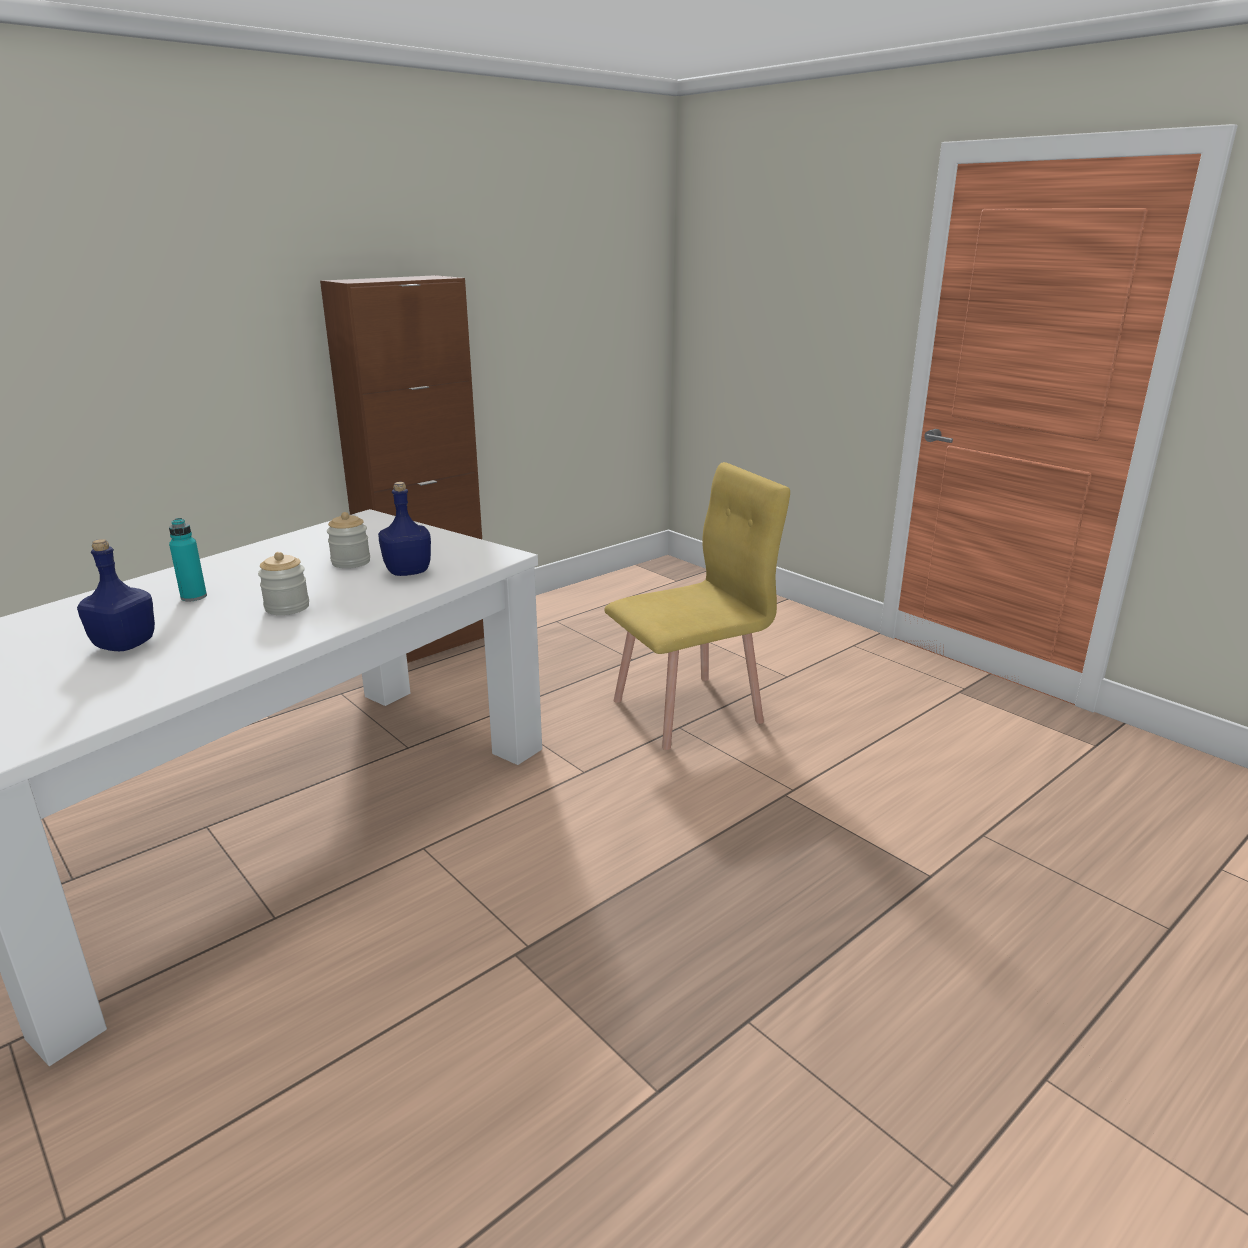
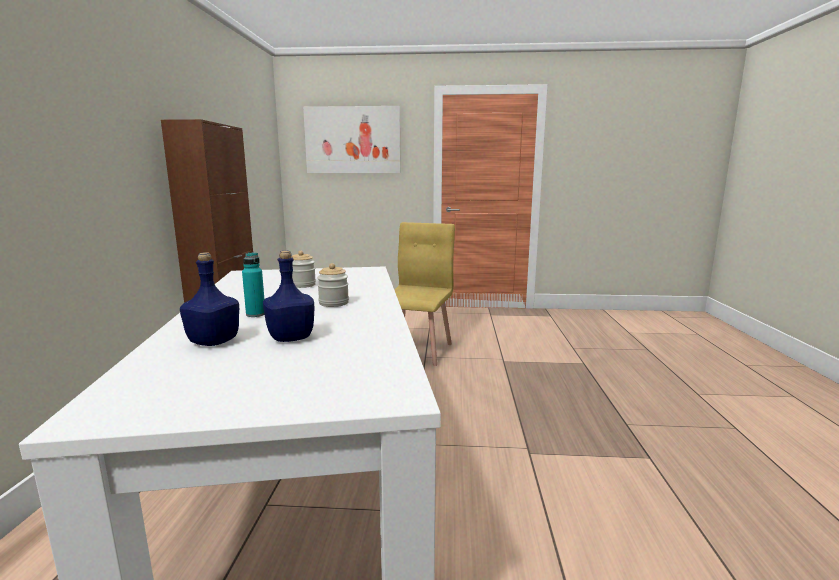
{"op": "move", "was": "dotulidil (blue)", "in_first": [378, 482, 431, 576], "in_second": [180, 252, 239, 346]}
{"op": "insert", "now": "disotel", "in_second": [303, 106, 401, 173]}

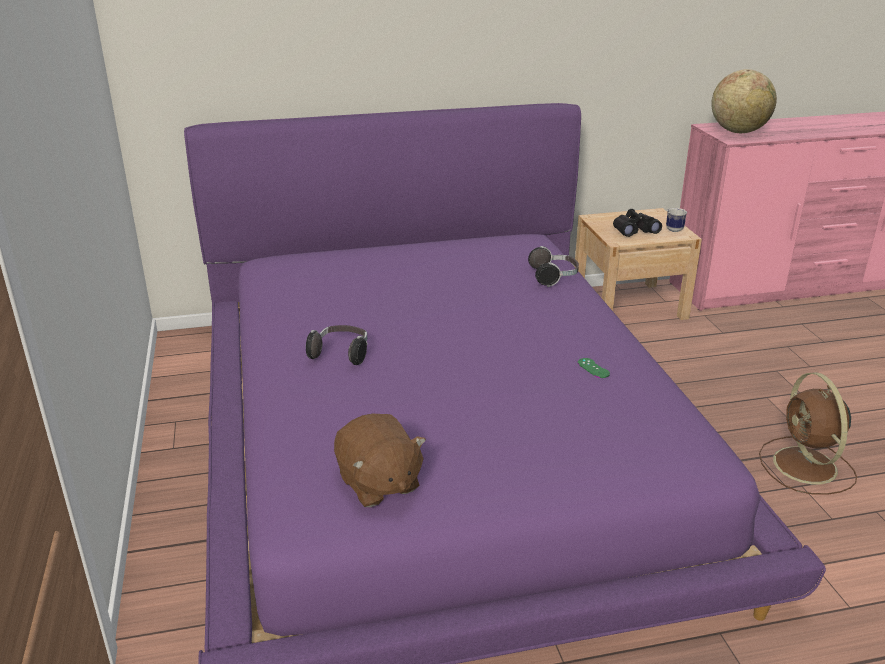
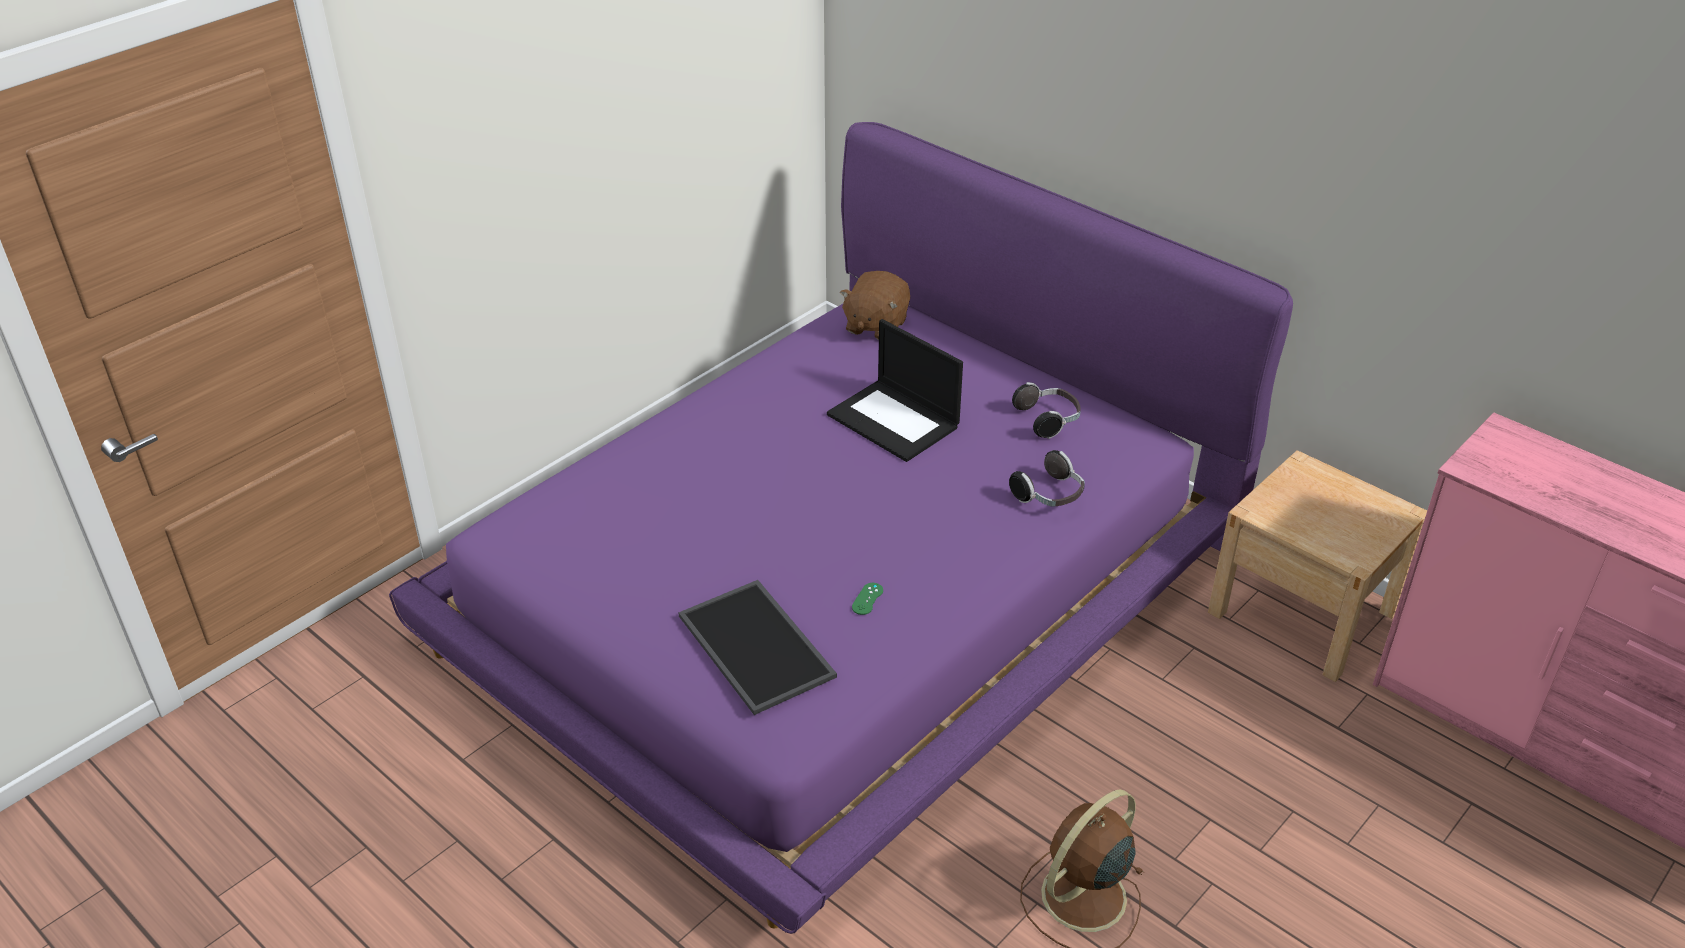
{"op": "insert", "now": "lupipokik", "in_second": [679, 580, 837, 715]}
{"op": "insert", "now": "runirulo", "in_second": [827, 319, 963, 462]}
{"op": "move", "was": "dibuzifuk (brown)", "in_first": [334, 414, 426, 507], "in_second": [840, 271, 910, 340]}
{"op": "move", "was": "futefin", "in_first": [306, 325, 368, 365], "in_second": [1012, 382, 1081, 439]}
{"op": "delete", "was": "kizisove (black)", "in_first": [613, 209, 662, 237]}
{"op": "delete", "was": "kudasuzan", "in_first": [666, 208, 687, 232]}
{"op": "delete", "was": "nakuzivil", "in_first": [711, 69, 777, 133]}

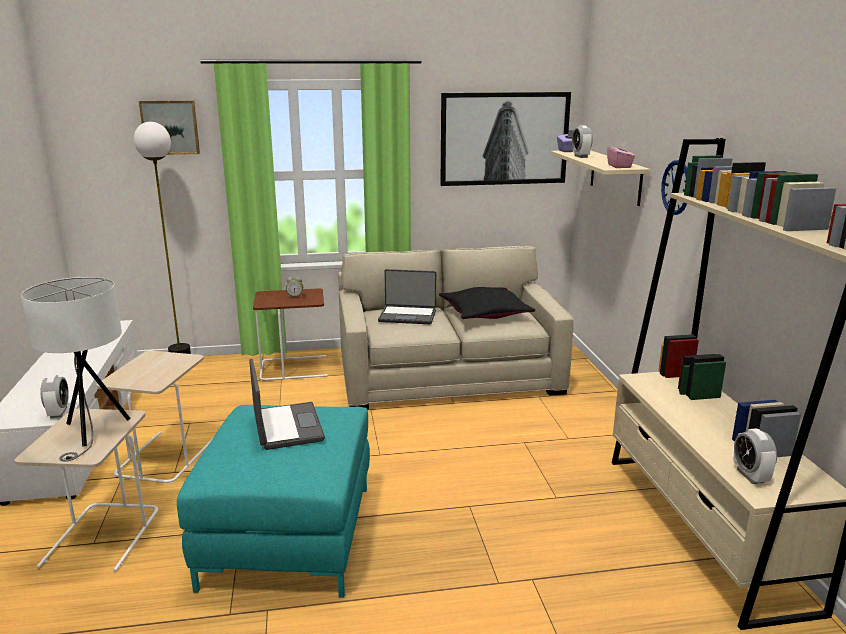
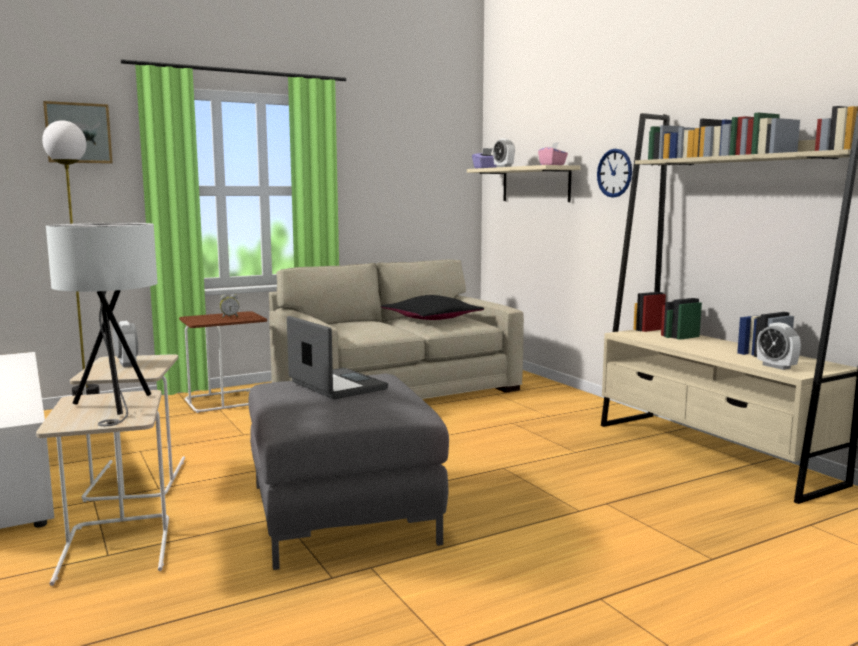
{"op": "move", "was": "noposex", "in_first": [40, 375, 69, 418], "in_second": [113, 321, 138, 367]}
{"op": "recolor", "was": "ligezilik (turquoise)", "now": "ligezilik (grey)", "in_first": [177, 405, 370, 598], "in_second": [248, 374, 449, 570]}
{"op": "delete", "was": "runirulo", "in_first": [378, 269, 436, 324]}
{"op": "delete", "was": "disotel", "in_first": [440, 92, 571, 186]}

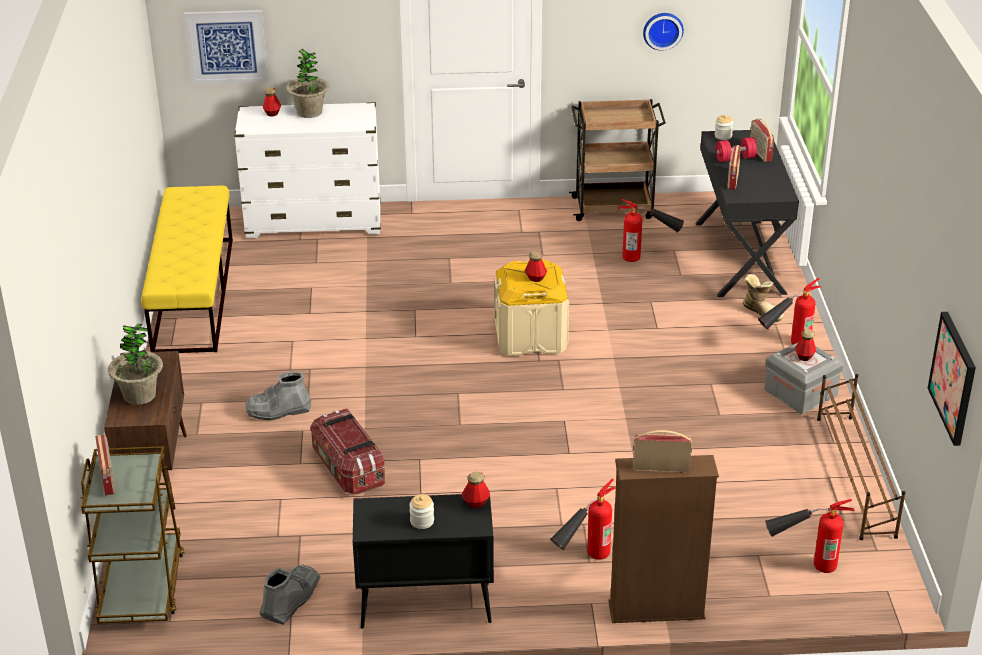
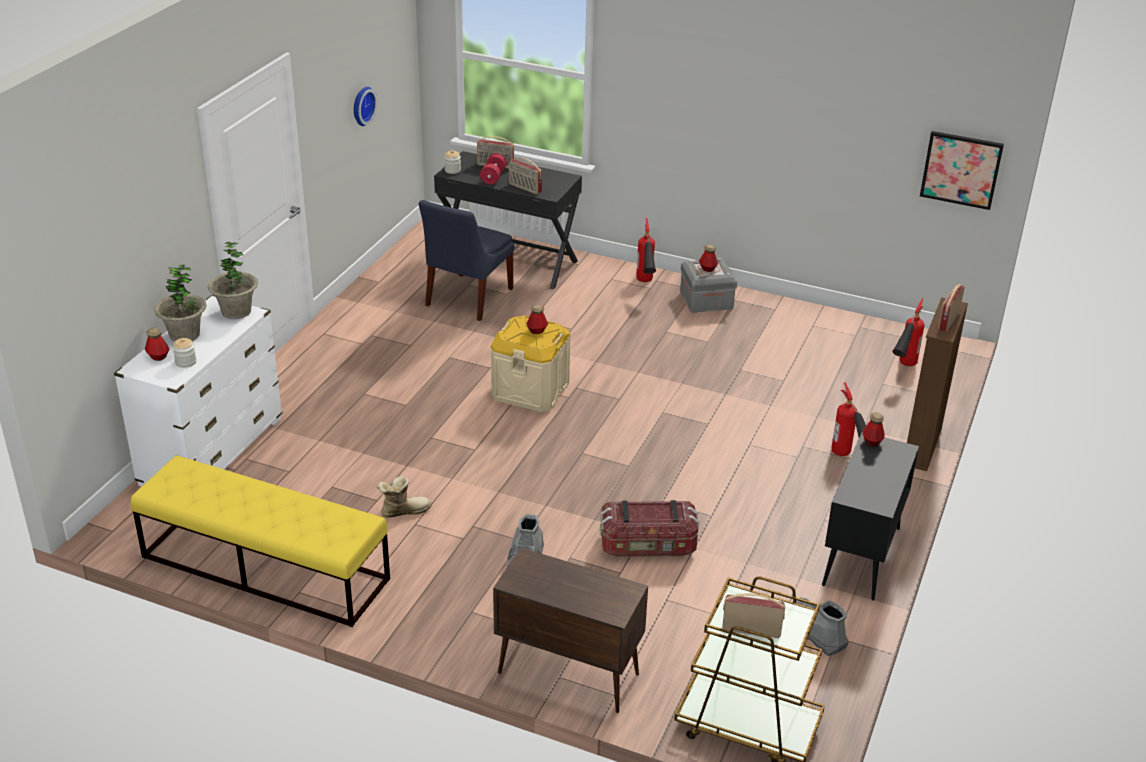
{"op": "move", "was": "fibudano", "in_first": [409, 494, 434, 529], "in_second": [173, 338, 196, 368]}
{"op": "move", "was": "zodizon", "in_first": [108, 324, 163, 405], "in_second": [208, 242, 258, 319]}
{"op": "move", "was": "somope", "in_first": [743, 274, 784, 322], "in_second": [377, 476, 432, 518]}
{"op": "replace", "was": "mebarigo", "now": "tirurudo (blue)", "in_first": [618, 199, 684, 262], "in_second": [418, 200, 514, 321]}
{"op": "delete", "was": "disotel", "in_first": [184, 10, 268, 84]}
{"op": "delete", "was": "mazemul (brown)", "in_first": [569, 99, 666, 221]}
{"op": "delete", "was": "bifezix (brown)", "in_first": [817, 374, 906, 540]}

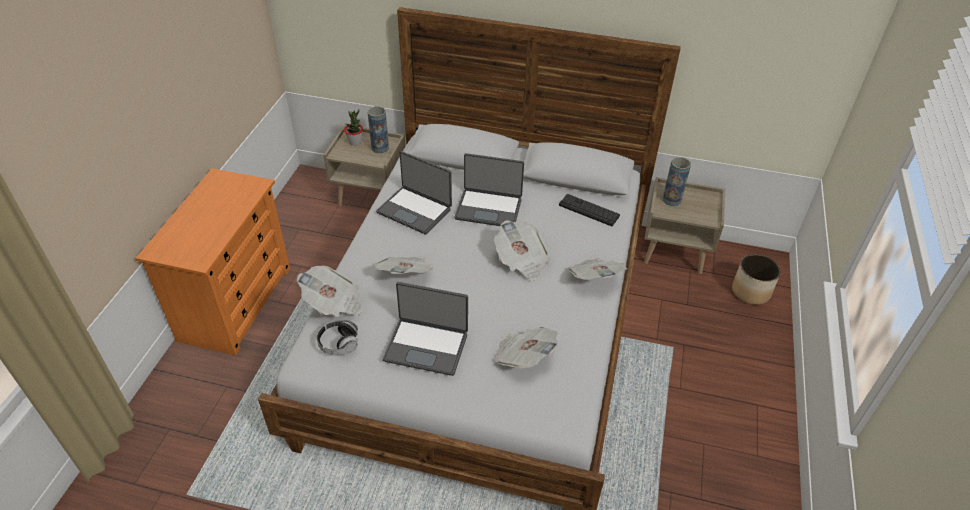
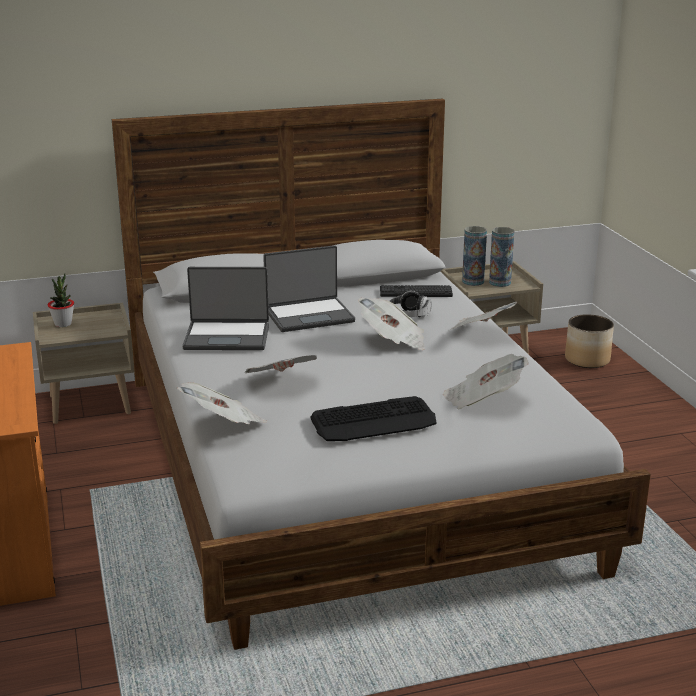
{"op": "replace", "was": "runirulo", "now": "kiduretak", "in_first": [383, 282, 468, 376], "in_second": [310, 396, 437, 441]}
{"op": "move", "was": "futefin", "in_first": [317, 320, 358, 355], "in_second": [389, 291, 432, 317]}
{"op": "move", "was": "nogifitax", "in_first": [368, 106, 389, 153], "in_second": [489, 227, 515, 287]}

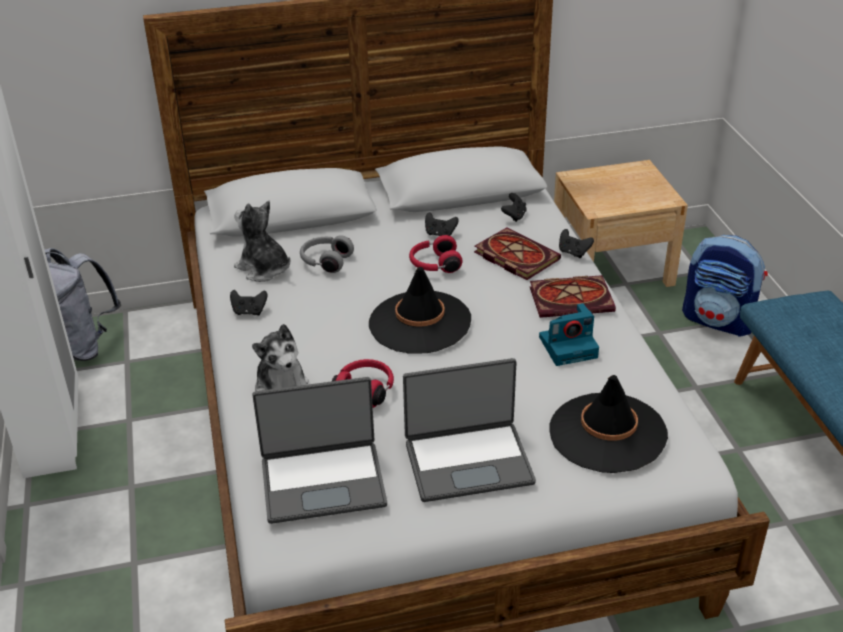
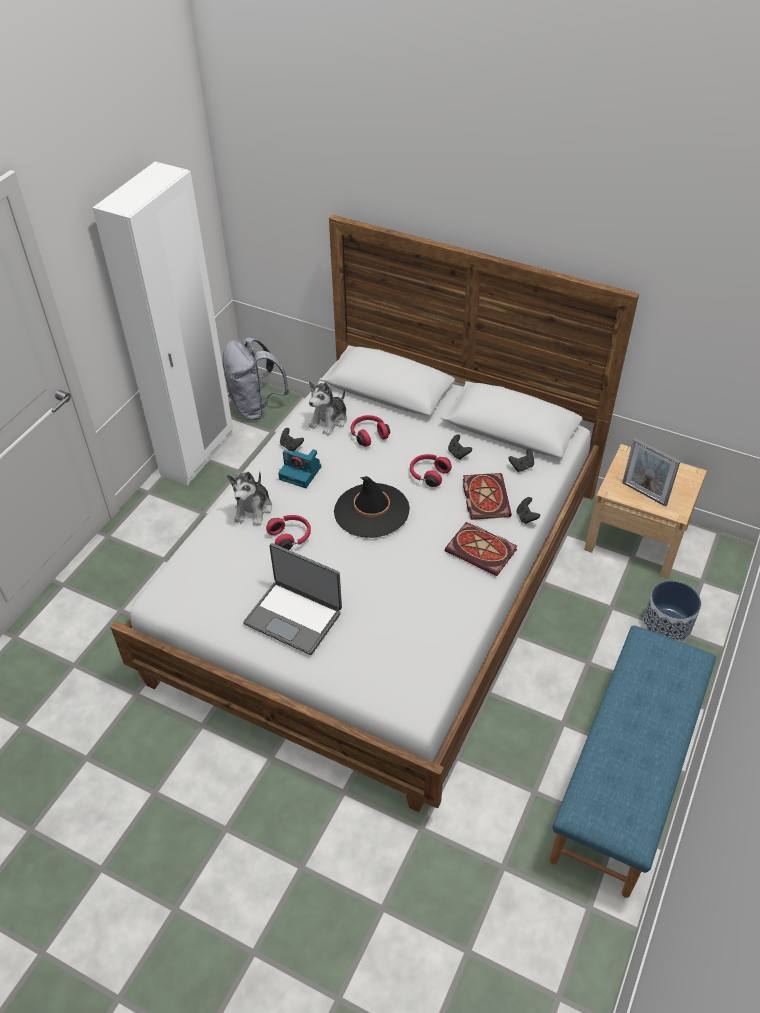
{"op": "move", "was": "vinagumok", "in_first": [539, 303, 599, 366], "in_second": [278, 449, 321, 488]}
{"op": "rotate", "was": "dibuzifuk", "in_first": [234, 201, 290, 282], "in_second": [309, 381, 347, 435], "clockwise": -135}
{"op": "recolor", "was": "futefin (grey)", "now": "futefin (red)", "in_first": [300, 235, 354, 273], "in_second": [351, 415, 390, 447]}
{"op": "insert", "now": "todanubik", "in_second": [622, 438, 680, 507]}
{"op": "replace", "was": "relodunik", "now": "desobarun", "in_first": [682, 235, 768, 337], "in_second": [643, 580, 701, 642]}
{"op": "delete", "was": "runirulo", "in_first": [252, 377, 387, 524]}
{"op": "delete", "was": "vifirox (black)", "in_first": [549, 375, 668, 473]}

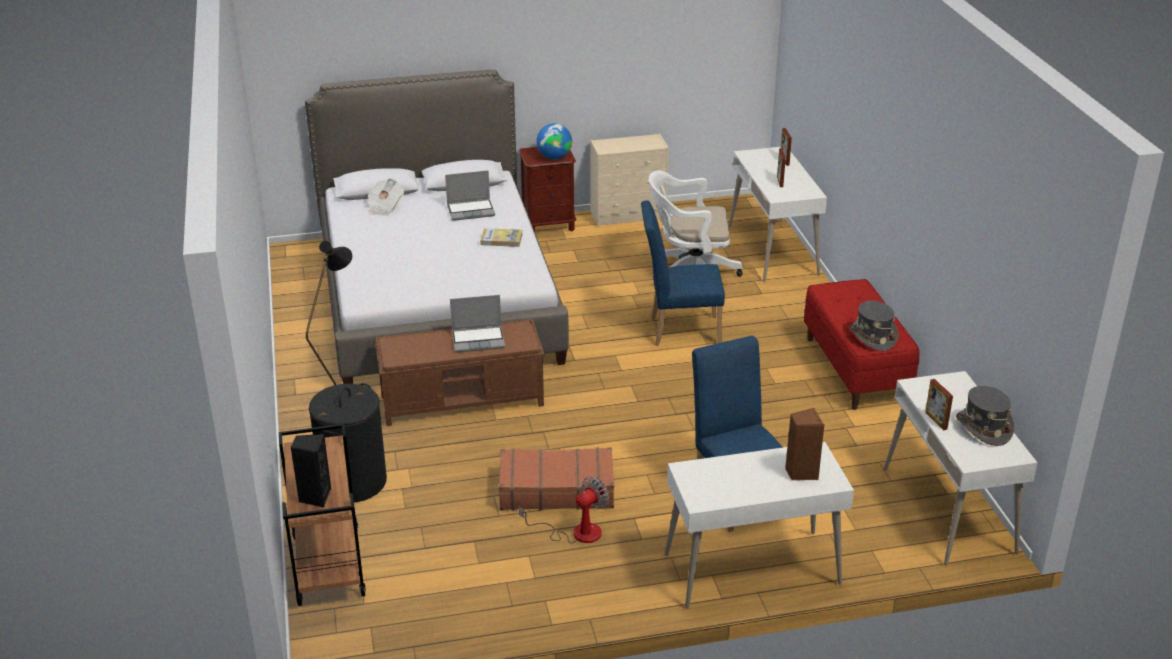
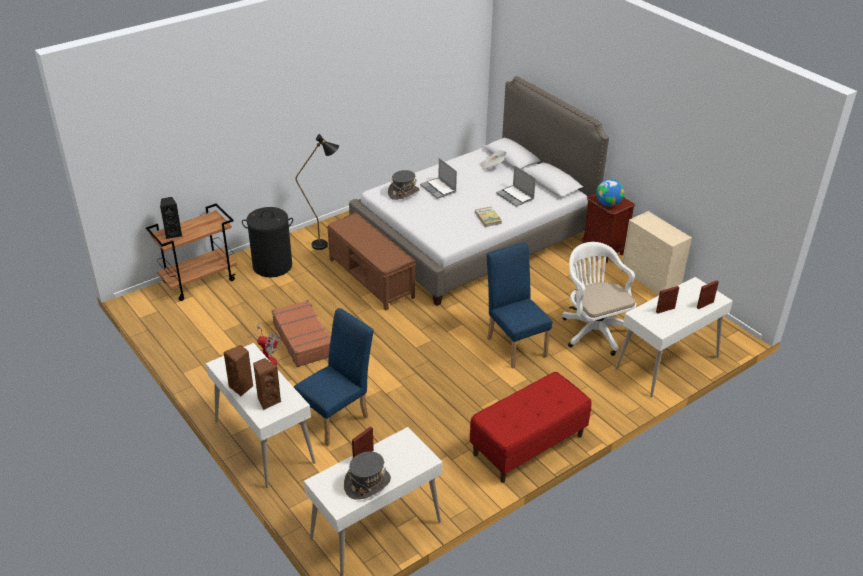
{"op": "insert", "now": "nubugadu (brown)", "in_second": [224, 345, 253, 397]}
{"op": "move", "was": "vifirox (grey)", "in_first": [849, 301, 898, 351], "in_second": [388, 170, 420, 200]}
{"op": "move", "was": "runirulo", "in_first": [450, 295, 505, 352], "in_second": [420, 158, 457, 199]}

